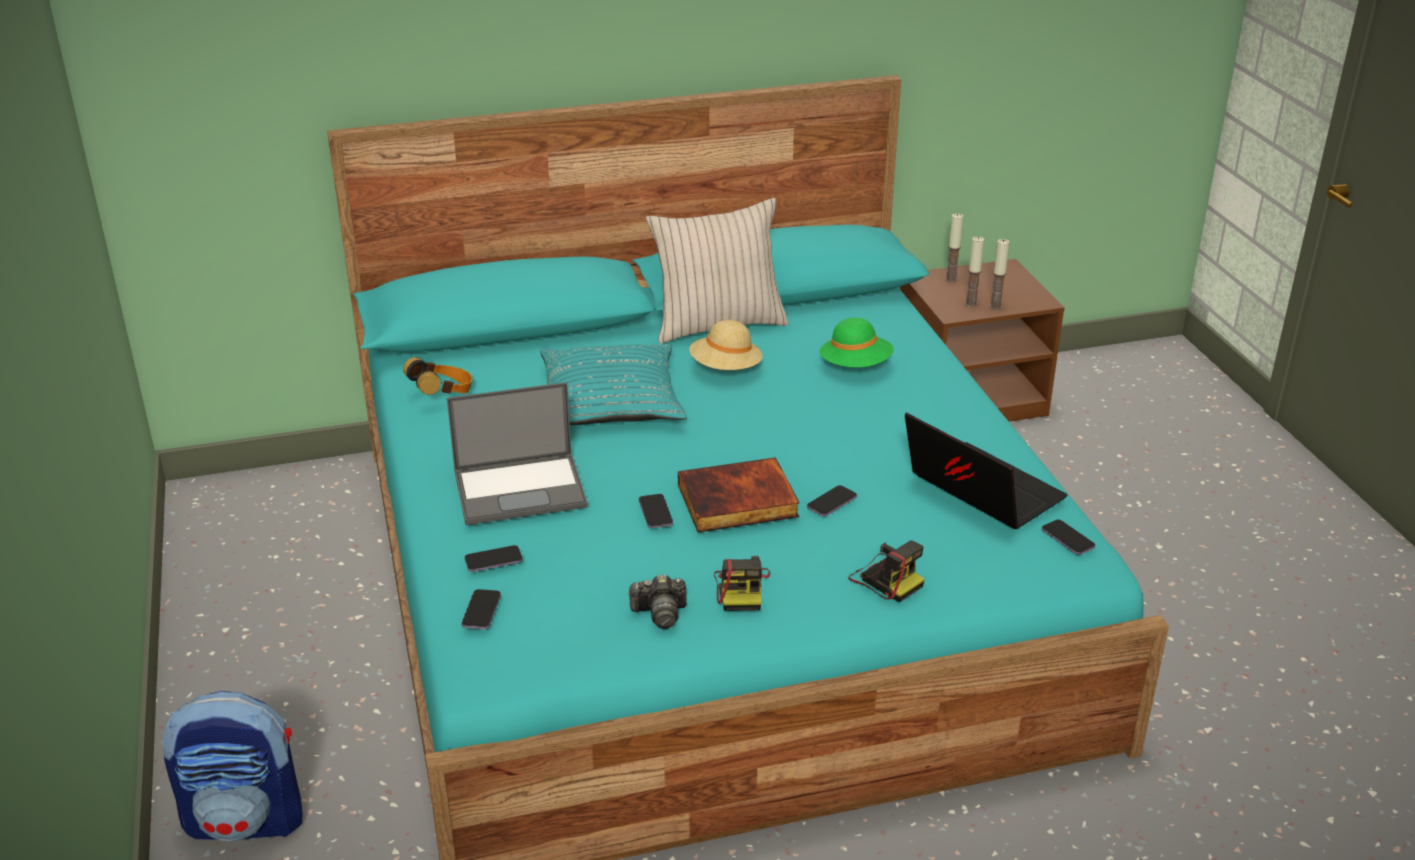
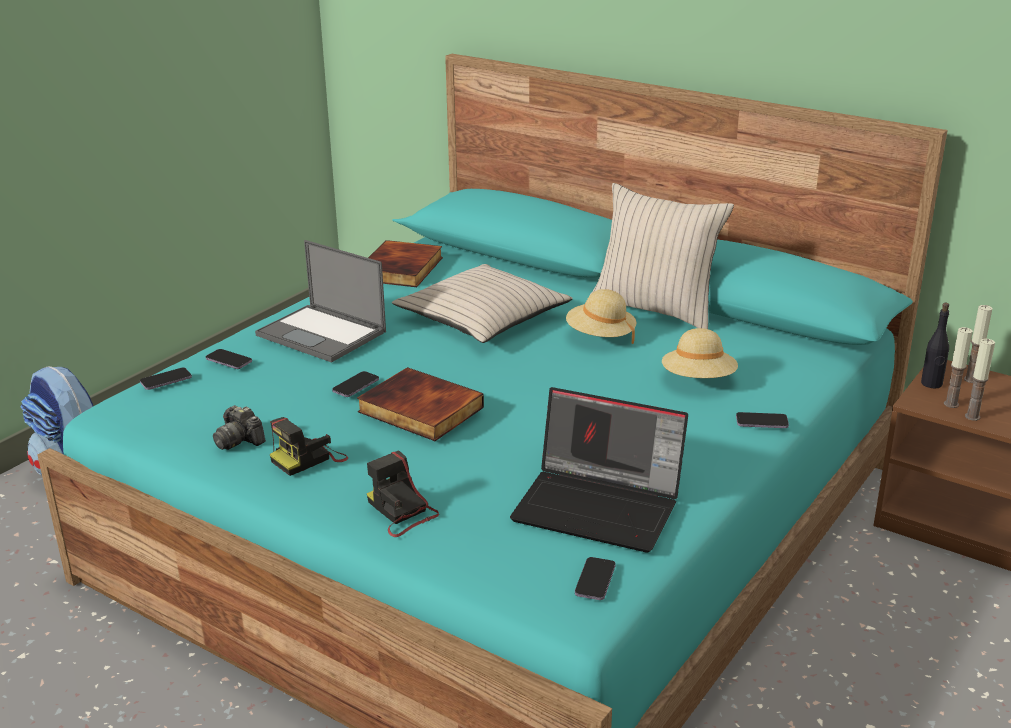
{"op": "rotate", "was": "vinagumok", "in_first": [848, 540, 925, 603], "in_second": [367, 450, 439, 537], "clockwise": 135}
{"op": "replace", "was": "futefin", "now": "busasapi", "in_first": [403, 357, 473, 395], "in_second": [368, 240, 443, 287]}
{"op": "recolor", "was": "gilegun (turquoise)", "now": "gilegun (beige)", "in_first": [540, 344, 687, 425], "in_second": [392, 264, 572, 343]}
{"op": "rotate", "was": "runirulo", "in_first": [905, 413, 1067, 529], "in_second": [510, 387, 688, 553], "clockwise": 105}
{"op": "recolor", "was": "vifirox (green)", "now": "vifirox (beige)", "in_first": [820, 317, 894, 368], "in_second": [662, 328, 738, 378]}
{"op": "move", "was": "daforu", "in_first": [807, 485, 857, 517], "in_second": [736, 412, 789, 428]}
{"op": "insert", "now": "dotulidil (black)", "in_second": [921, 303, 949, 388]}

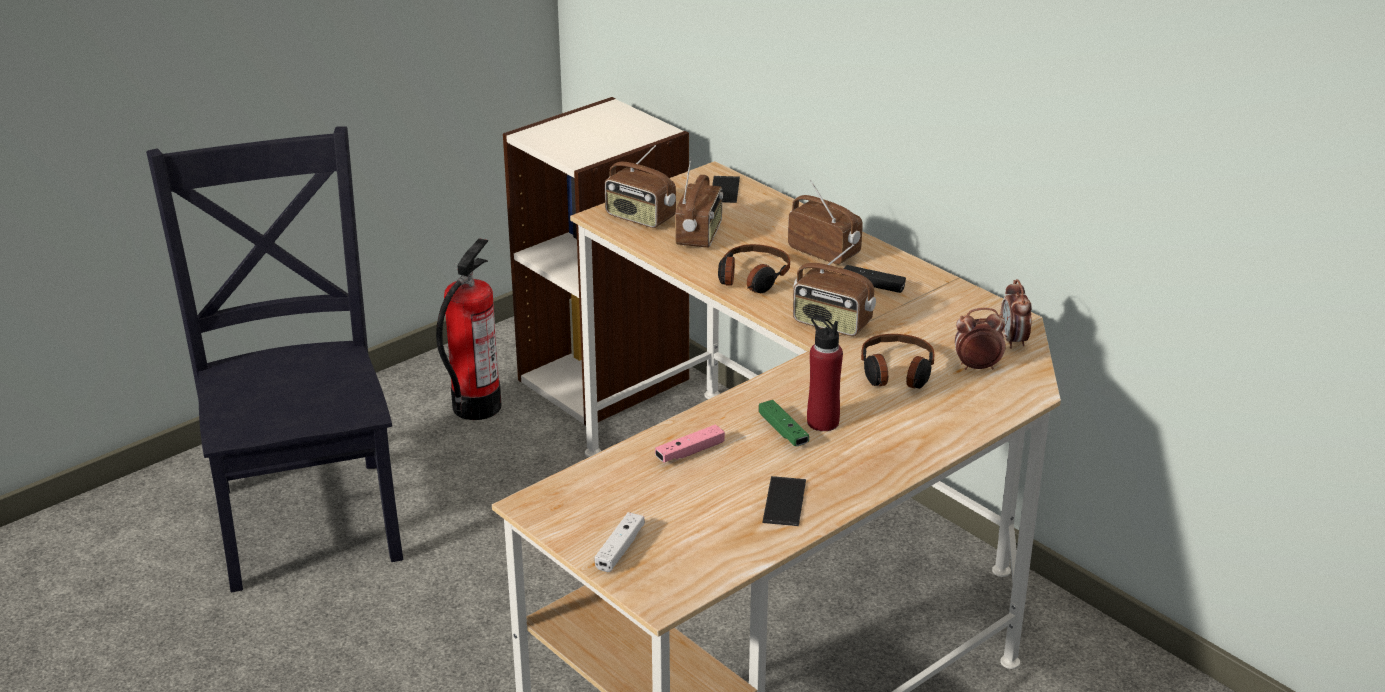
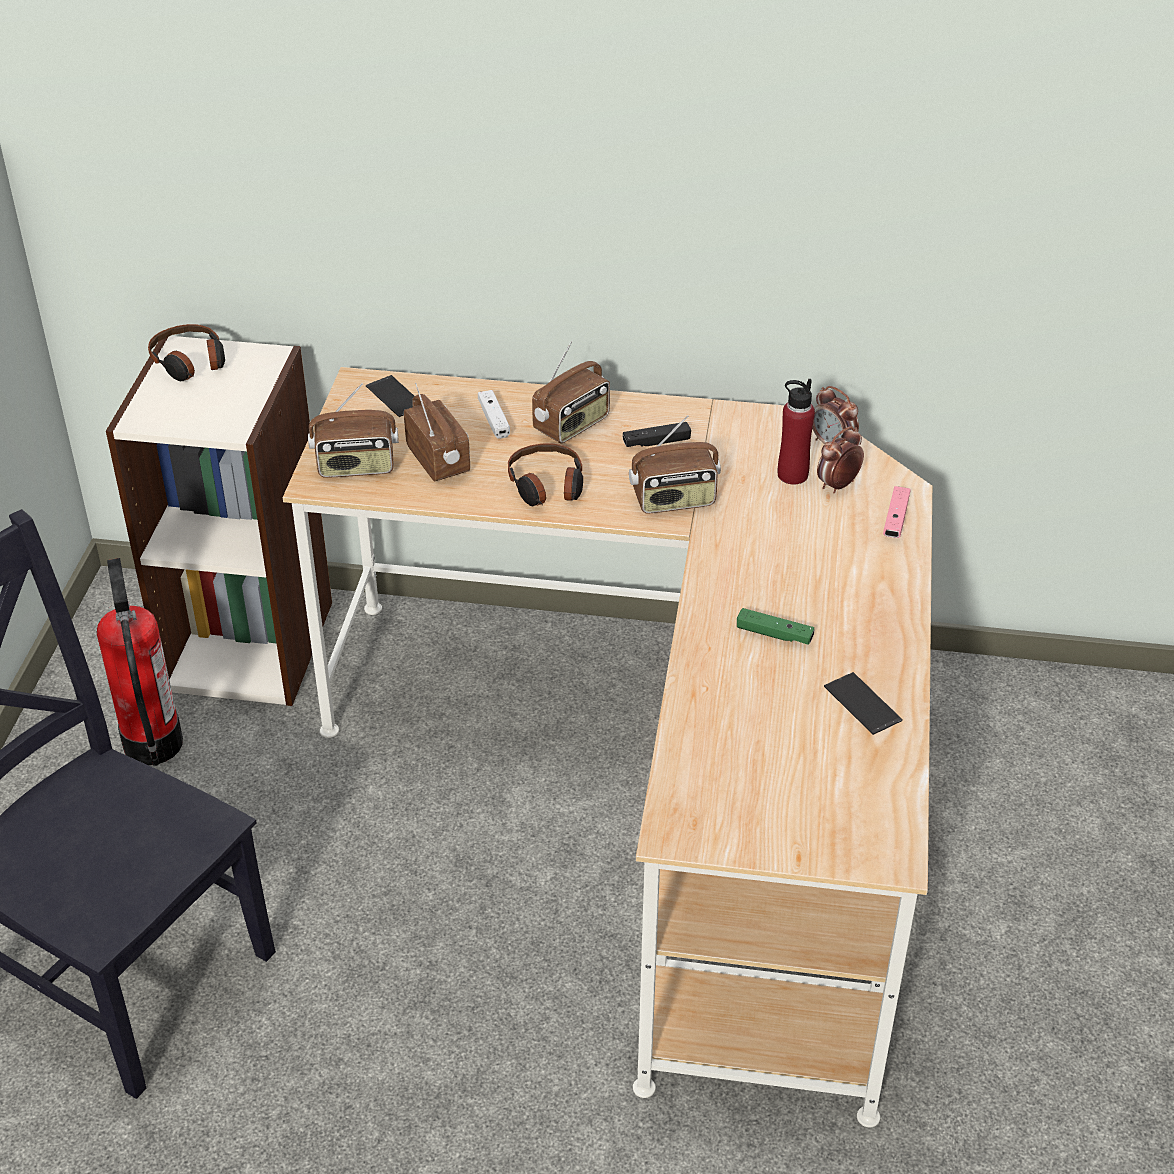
{"op": "move", "was": "futefin", "in_first": [861, 334, 934, 389], "in_second": [148, 324, 225, 381]}
{"op": "move", "was": "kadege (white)", "in_first": [595, 512, 645, 572], "in_second": [478, 390, 510, 439]}
{"op": "rotate", "was": "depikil", "in_first": [788, 180, 863, 265], "in_second": [532, 341, 610, 443], "clockwise": 135}
{"op": "move", "was": "dotulidil (red)", "in_first": [807, 315, 843, 431], "in_second": [778, 379, 815, 485]}
{"op": "move", "was": "kadege (pink)", "in_first": [655, 425, 725, 462], "in_second": [883, 486, 911, 538]}

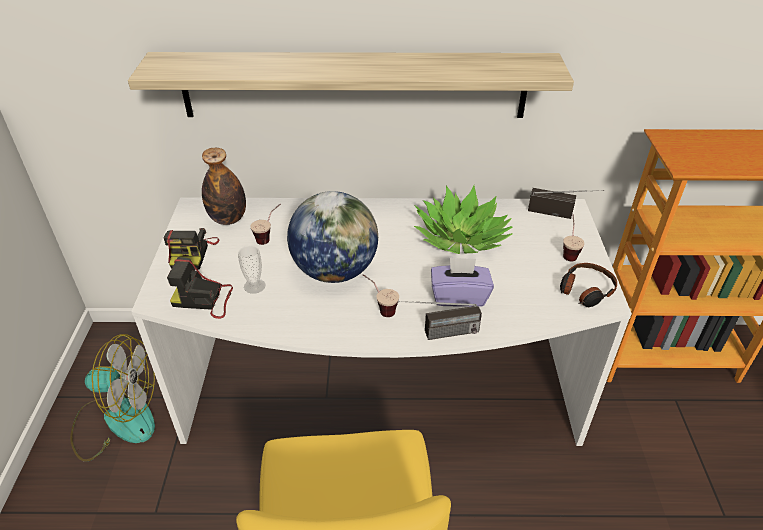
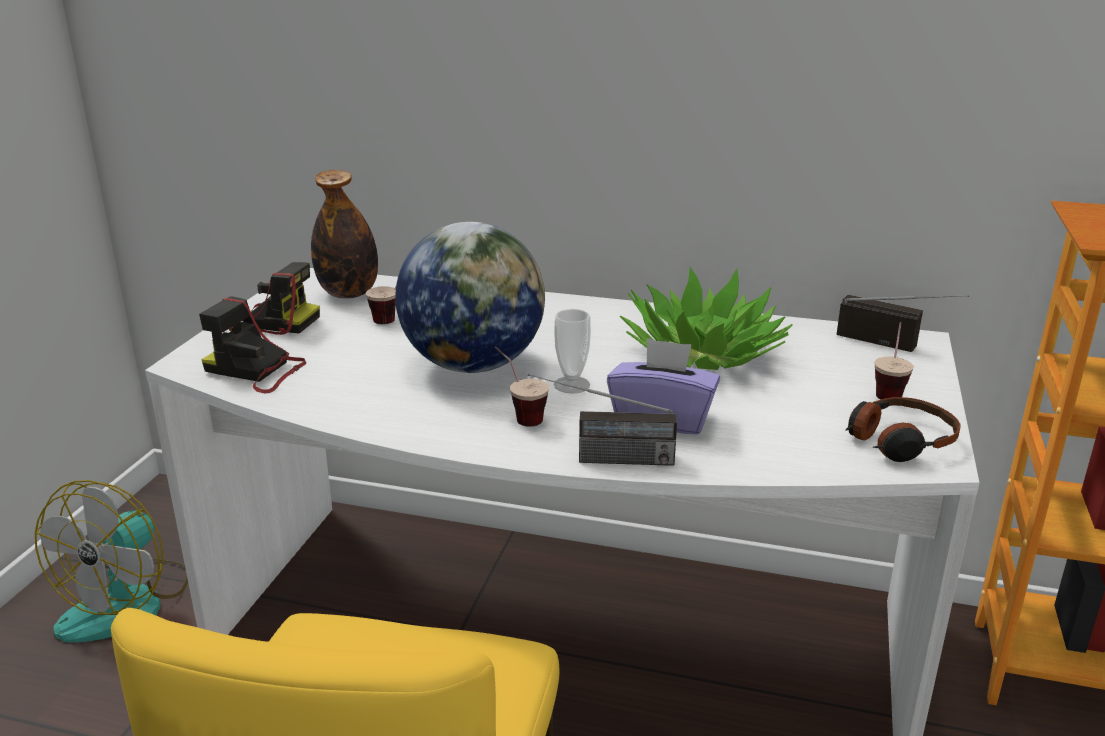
{"op": "rotate", "was": "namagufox", "in_first": [70, 334, 155, 462], "in_second": [35, 480, 188, 643], "clockwise": 90}
{"op": "rotate", "was": "vinagumok", "in_first": [164, 228, 219, 270], "in_second": [229, 262, 320, 335], "clockwise": -90}
{"op": "move", "was": "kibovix", "in_first": [238, 245, 266, 294], "in_second": [554, 309, 591, 394]}
{"op": "delete", "was": "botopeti", "in_first": [128, 52, 574, 118]}

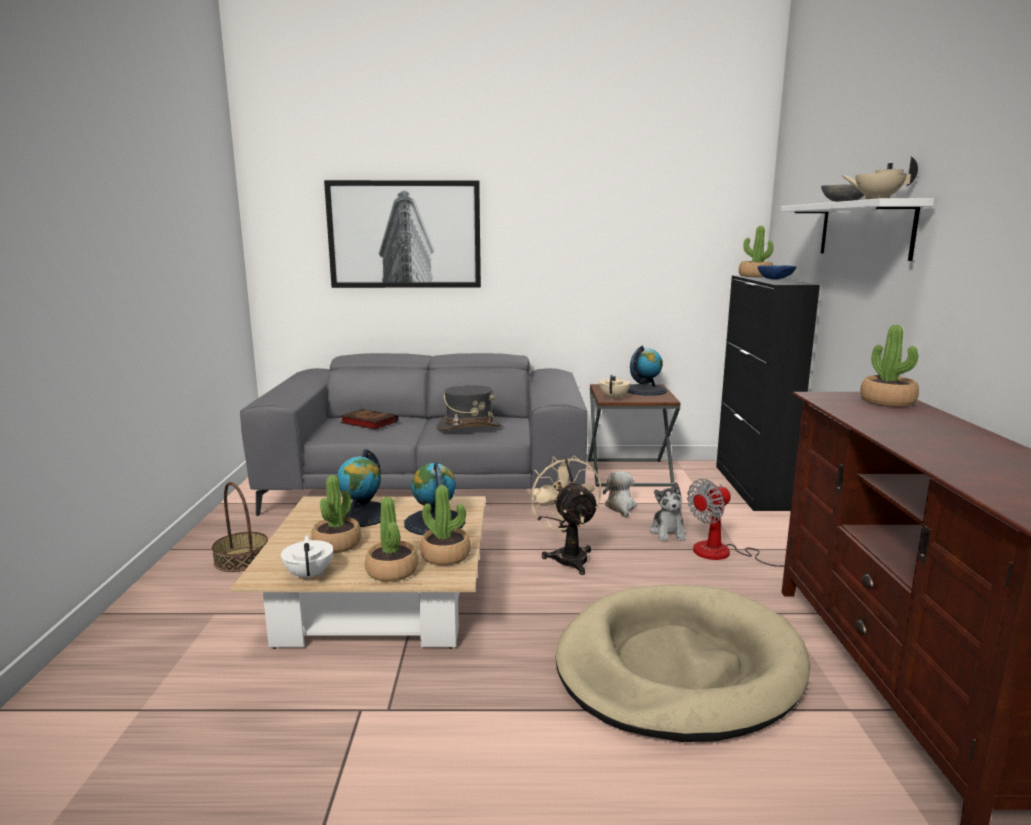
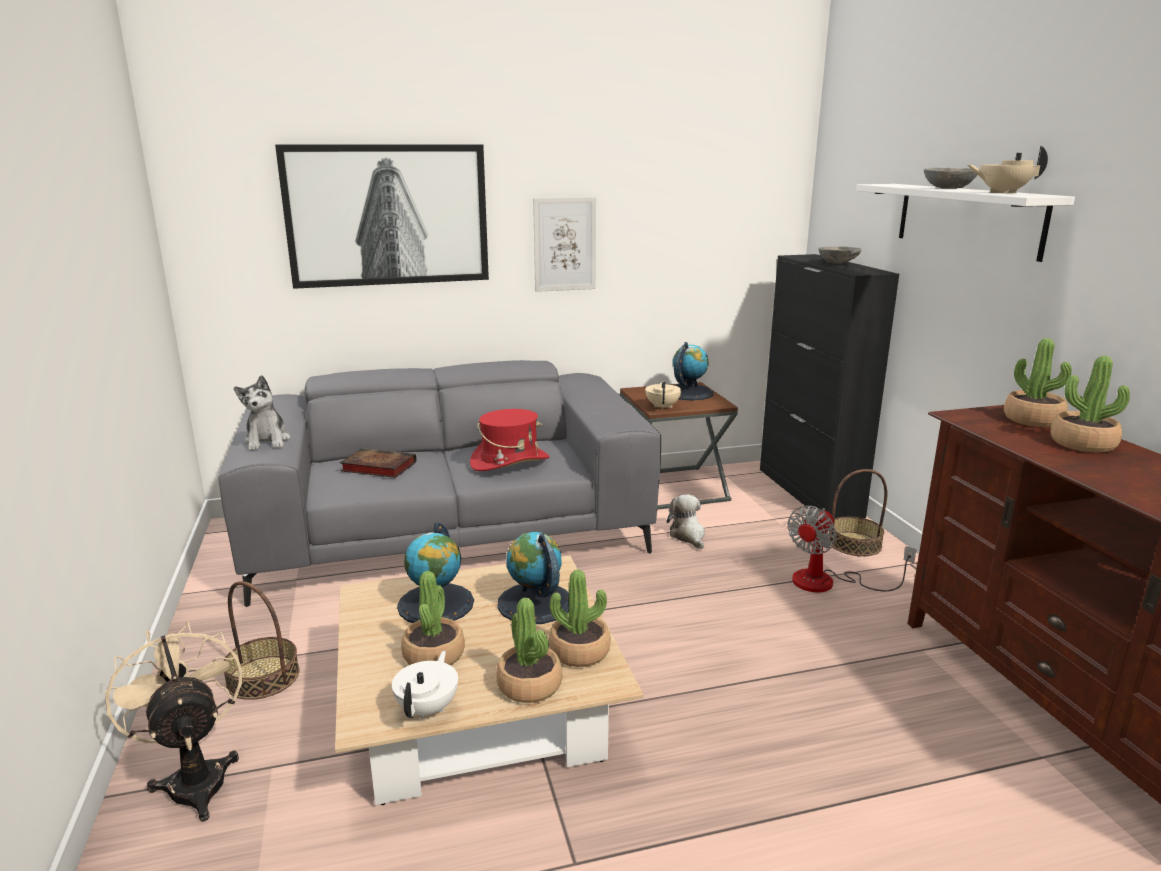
{"op": "move", "was": "namagufox (beige)", "in_first": [526, 456, 602, 575], "in_second": [105, 621, 242, 821]}
{"op": "move", "was": "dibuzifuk", "in_first": [650, 482, 686, 541], "in_second": [234, 375, 291, 451]}
{"op": "rotate", "was": "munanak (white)", "in_first": [281, 535, 333, 581], "in_second": [392, 651, 458, 719], "clockwise": 45}
{"op": "recolor", "was": "vifirox (grey)", "now": "vifirox (red)", "in_first": [436, 385, 502, 431], "in_second": [470, 409, 550, 471]}
{"op": "insert", "now": "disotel", "in_second": [533, 197, 596, 292]}
{"op": "recolor", "was": "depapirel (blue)", "now": "depapirel (grey)", "in_first": [758, 265, 796, 280], "in_second": [818, 247, 862, 264]}
{"op": "insert", "now": "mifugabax", "in_second": [828, 469, 887, 556]}
{"op": "move", "was": "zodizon", "in_first": [739, 226, 774, 277], "in_second": [1051, 356, 1130, 453]}
{"op": "delete", "was": "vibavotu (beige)", "in_first": [556, 585, 810, 742]}

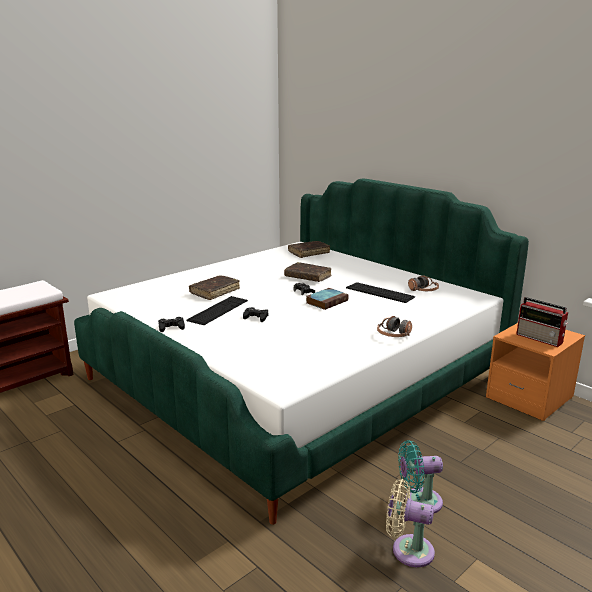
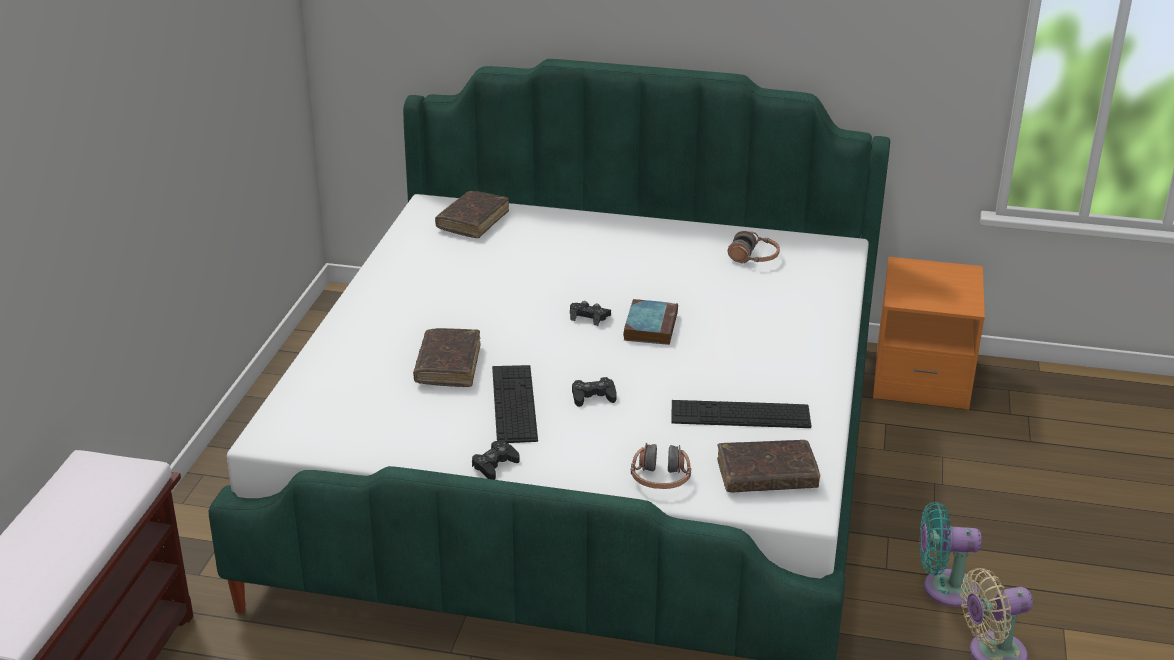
{"op": "move", "was": "futefin", "in_first": [377, 316, 412, 337], "in_second": [631, 443, 691, 489]}
{"op": "move", "was": "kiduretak", "in_first": [346, 282, 415, 303], "in_second": [672, 400, 811, 428]}
{"op": "move", "was": "busasapi (brown)", "in_first": [284, 262, 332, 282], "in_second": [717, 440, 820, 492]}
{"op": "rotate", "was": "namagufox (turquoise)", "in_first": [398, 440, 443, 513], "in_second": [920, 502, 982, 607], "clockwise": 45}
{"op": "delete", "was": "depikil", "in_first": [516, 297, 568, 347]}

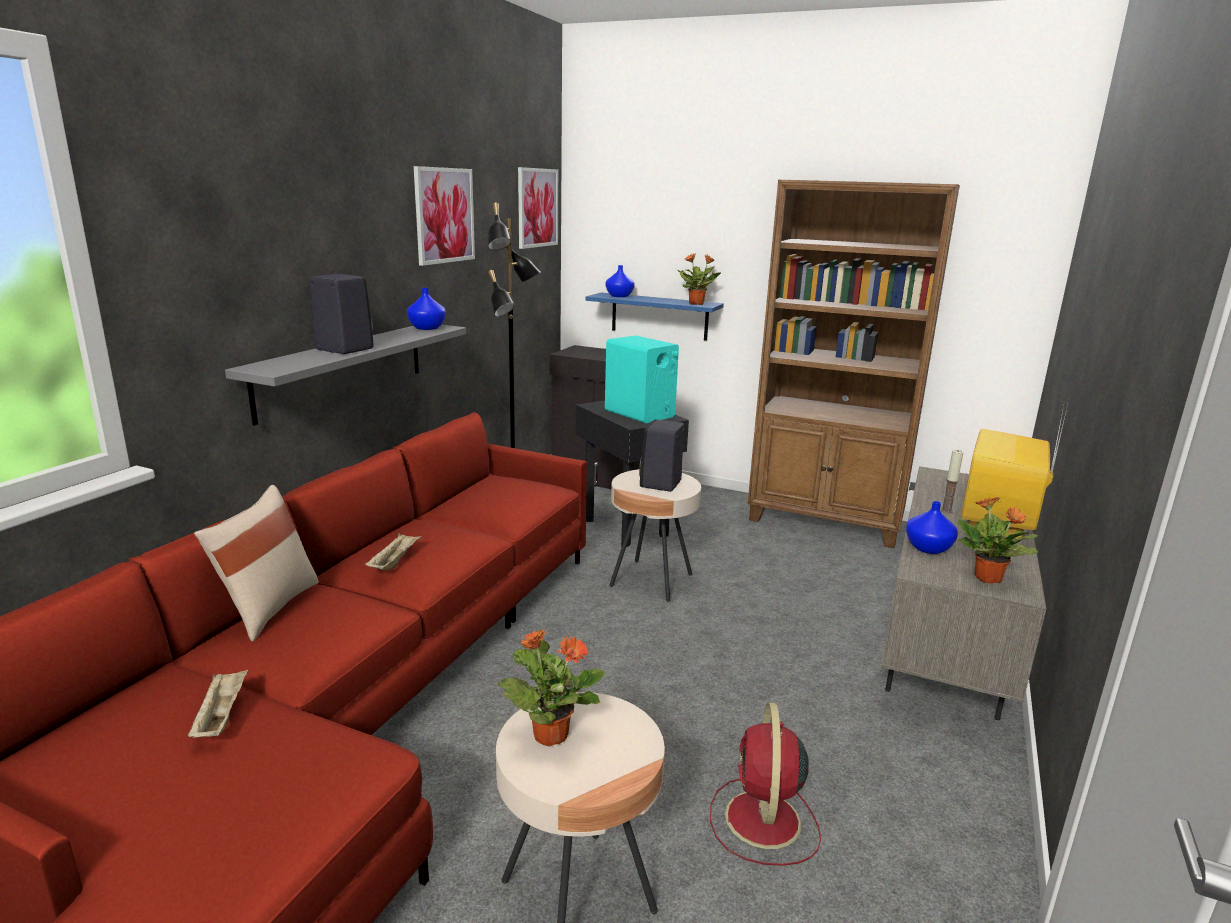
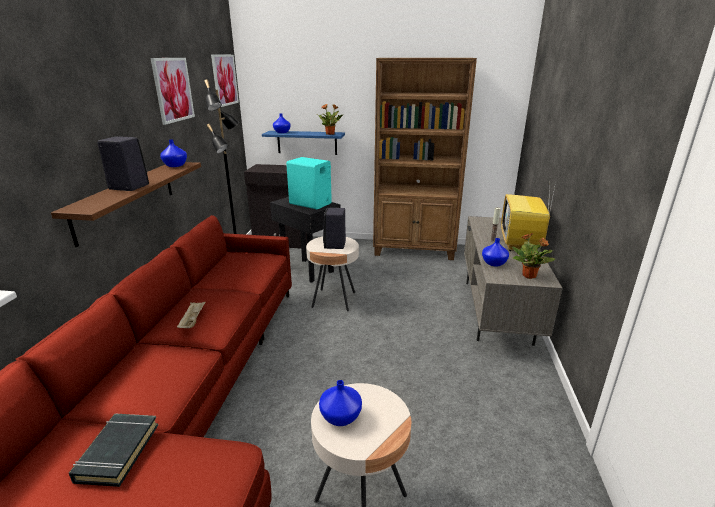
{"op": "recolor", "was": "botopeti (grey)", "now": "botopeti (brown)", "in_first": [225, 325, 466, 426], "in_second": [51, 162, 201, 247]}
{"op": "replace", "was": "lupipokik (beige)", "now": "busasapi (black)", "in_first": [187, 670, 248, 738], "in_second": [69, 414, 158, 487]}
{"op": "replace", "was": "zodizon", "now": "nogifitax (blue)", "in_first": [498, 629, 606, 747], "in_second": [319, 380, 362, 426]}
{"op": "delete", "was": "gilegun (beige)", "in_first": [194, 485, 319, 642]}
{"op": "delete", "was": "namagufox (red)", "in_first": [710, 702, 821, 866]}

